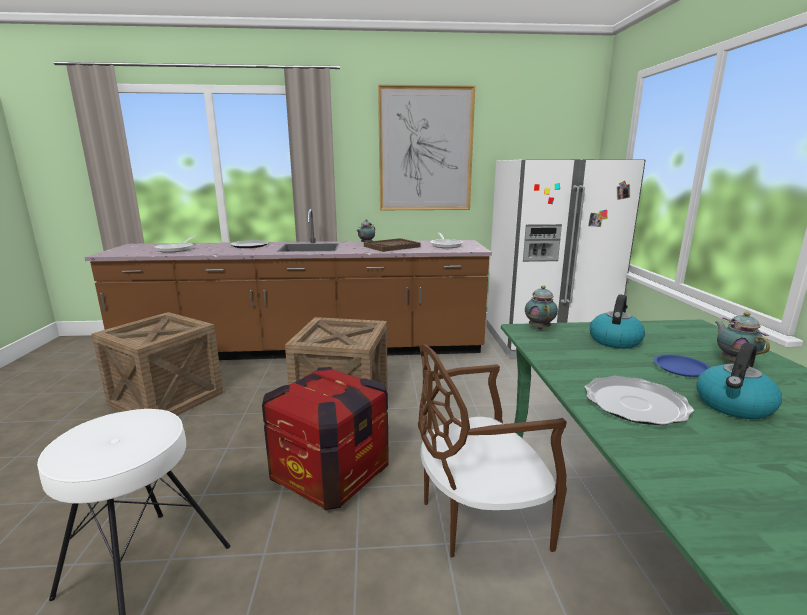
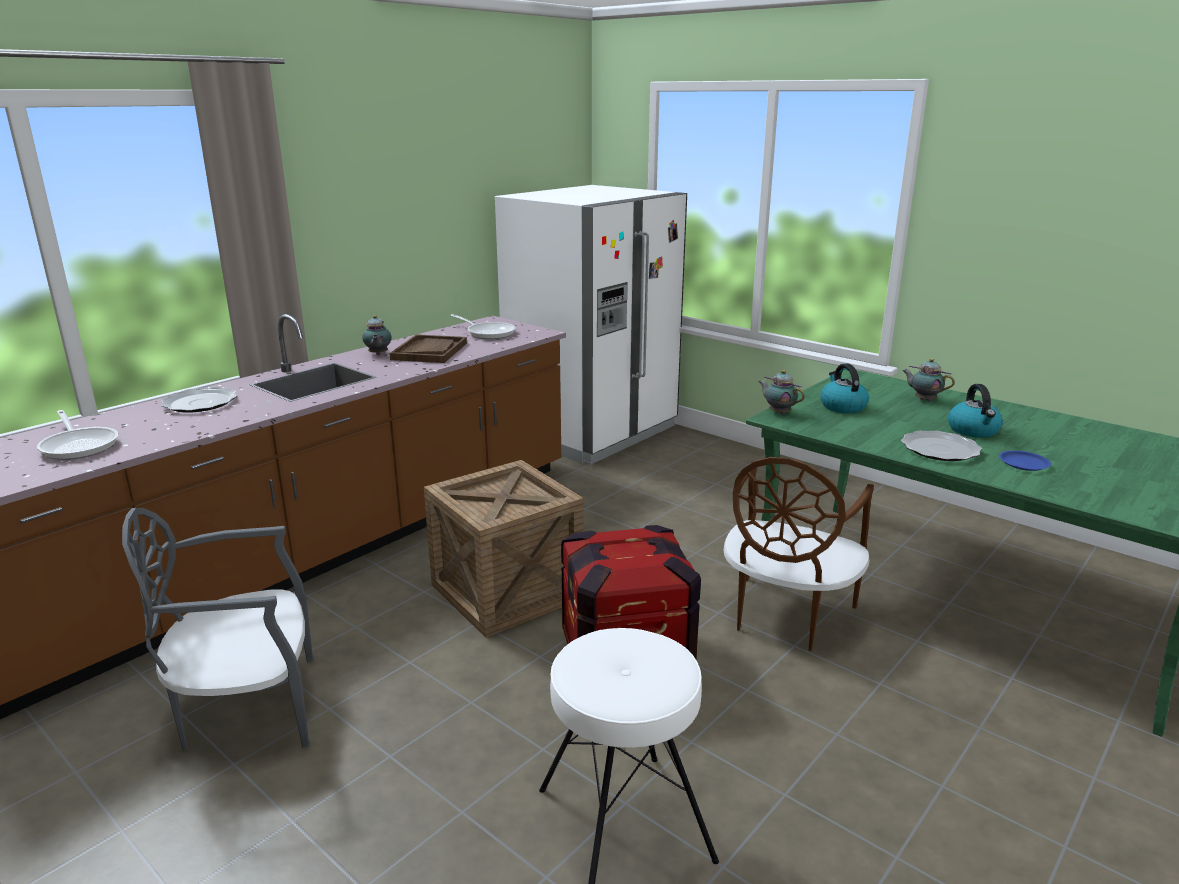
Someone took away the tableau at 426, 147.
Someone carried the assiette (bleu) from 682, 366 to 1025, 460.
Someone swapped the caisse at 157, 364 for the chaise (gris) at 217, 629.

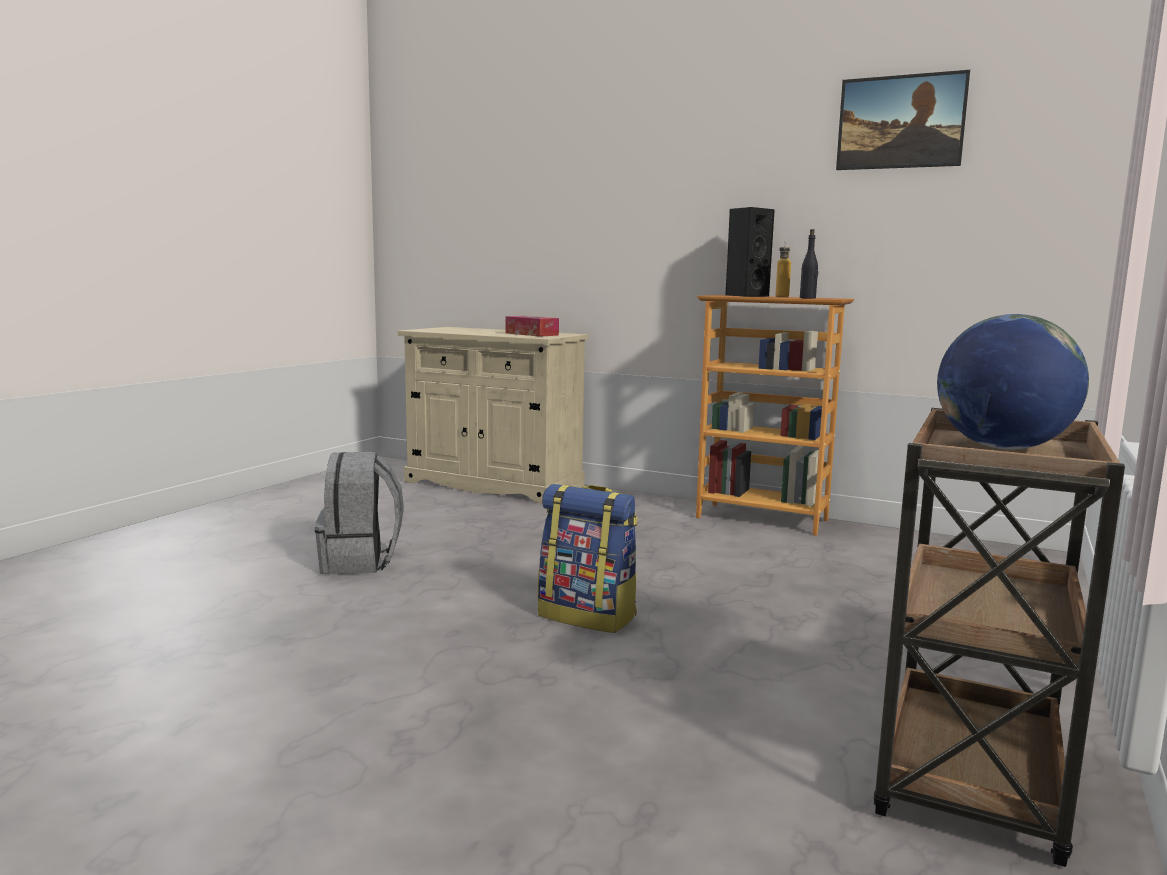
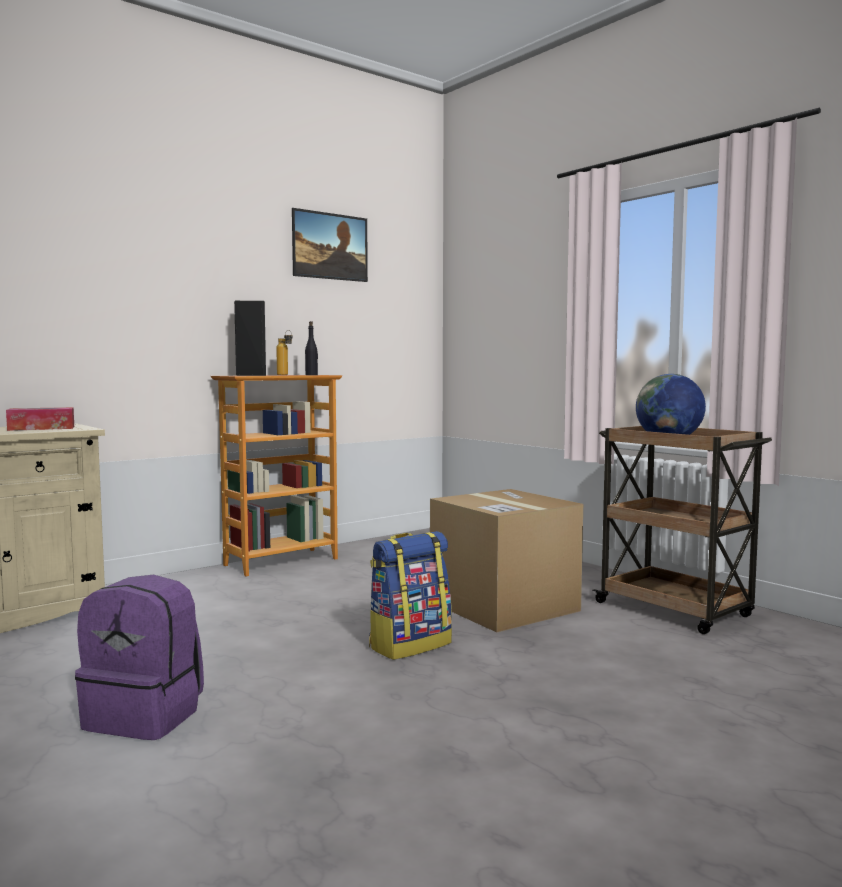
Someone put down the carton at 506, 560.
Someone repainted the sac à dos (gris) at 359, 513, which became the sac à dos (violet) at 139, 657.

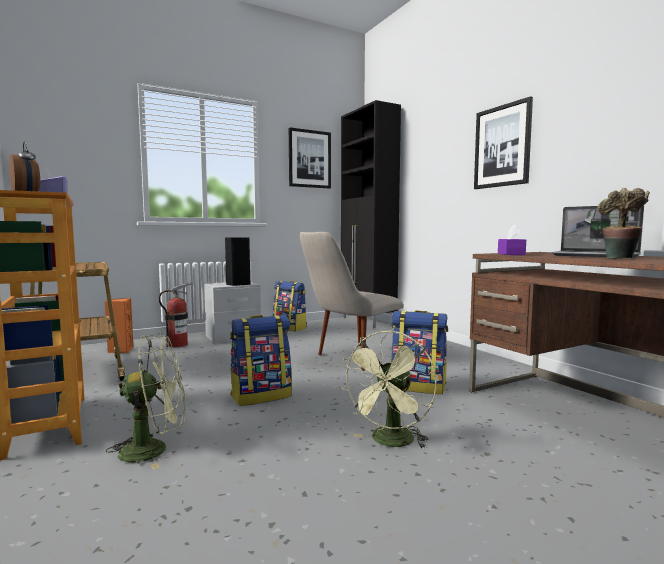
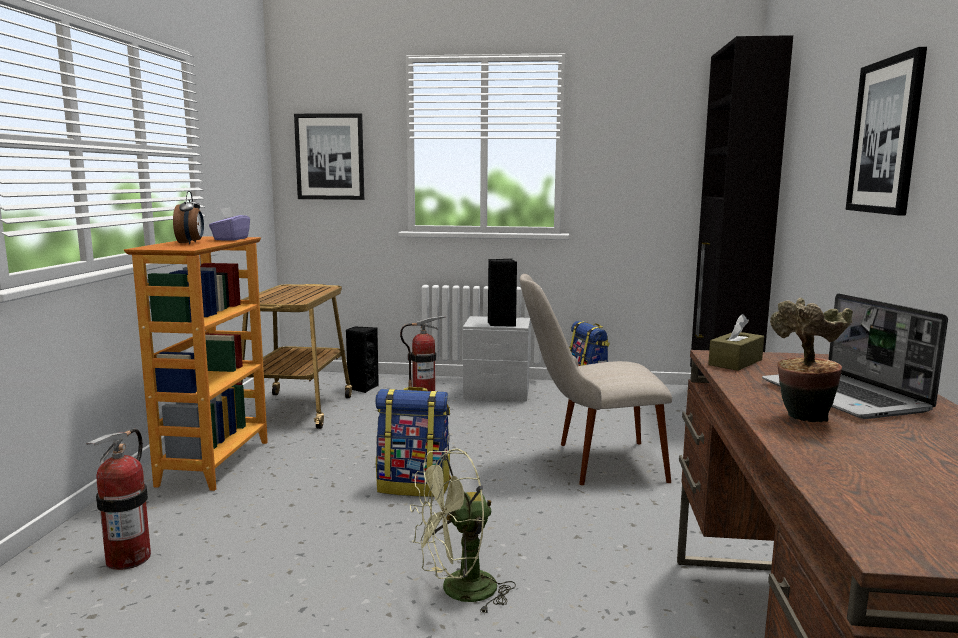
Someone took away the ventilateur (vert) at 145, 401.
Someone took away the sac à dos at 419, 352.
Someone put down the extincteur at 118, 499.
Someone carried the tableau from 310, 158 to 329, 156.
Someone repainted the enceinte (orange) at 119, 325, which became the enceinte (noir) at 362, 359.
Someone repainted the boîte à mouchoirs (violet) at 512, 240, which became the boîte à mouchoirs (marron) at 736, 342.

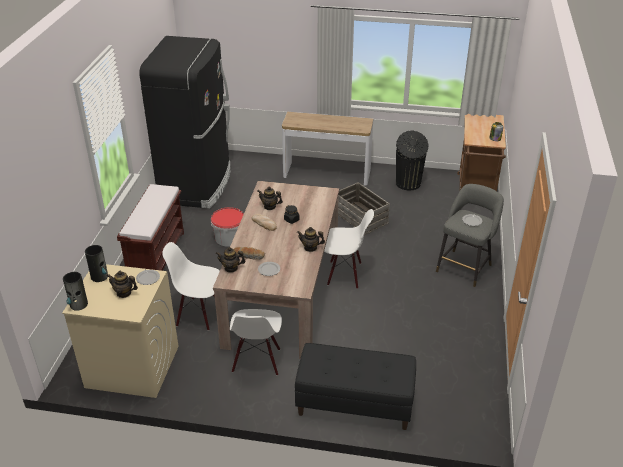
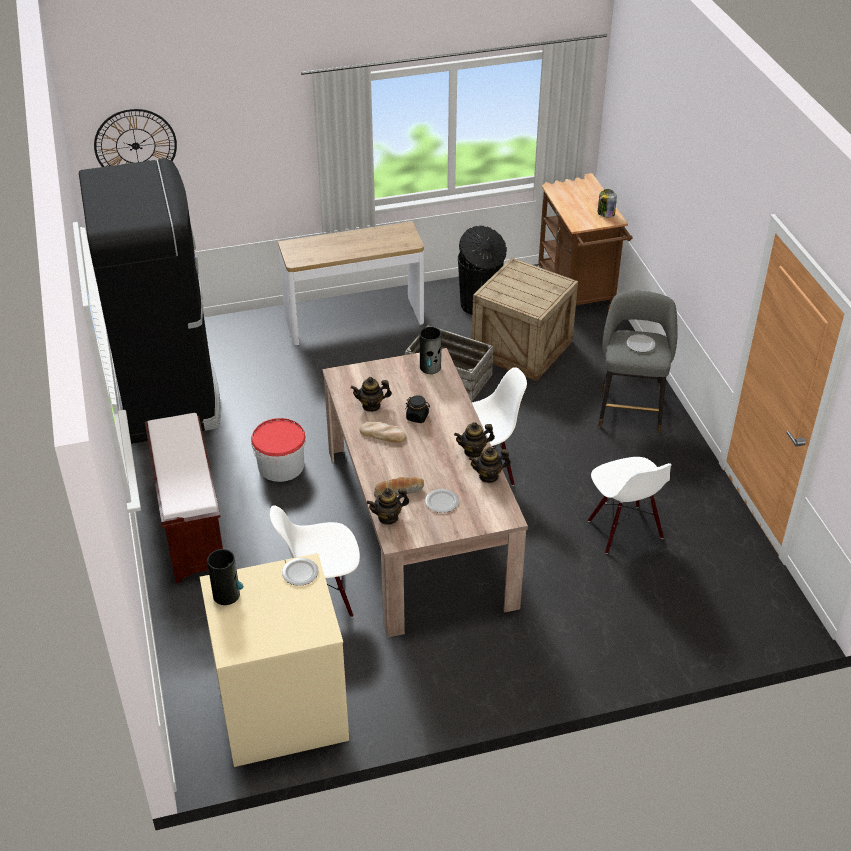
Someone took away the banc (noir) at 355, 386.
Someone put up the horloge murale at 135, 138.
Someone put down the caisse at 525, 319.
Someone carried the vase from 75, 291 to 430, 350.
Someone carried the théière from 122, 284 to 490, 465.
Someone carried the chaise (blanc) from 256, 342 to 630, 505.

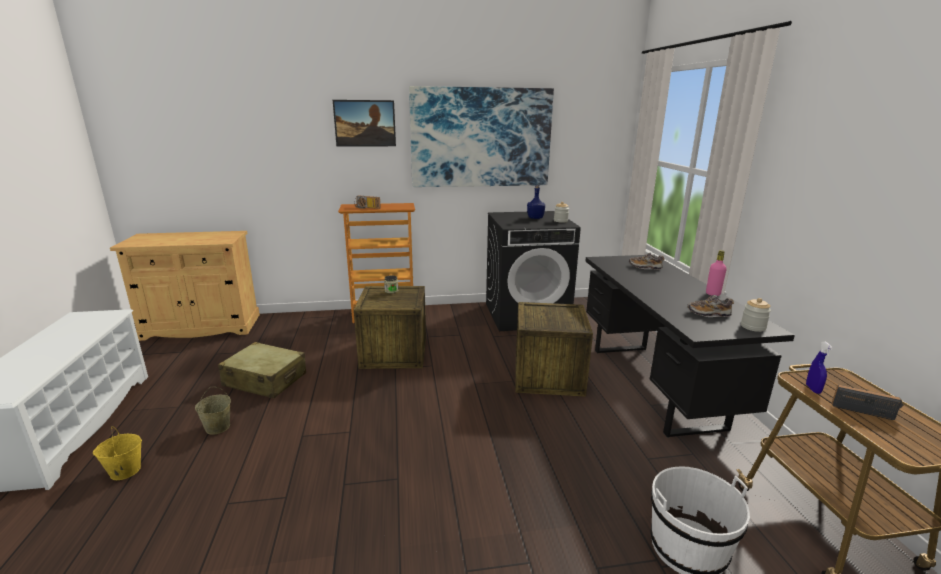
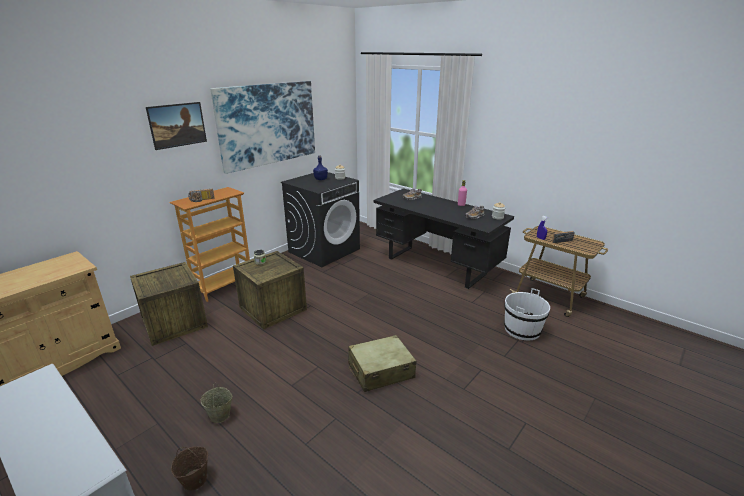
Someone carried the valise (beige) from 262, 370 to 382, 363.
Someone carried the caisse from 554, 349 to 169, 304.
Someone repainted the seau (jaune) at 117, 453, which became the seau (marron) at 189, 468.

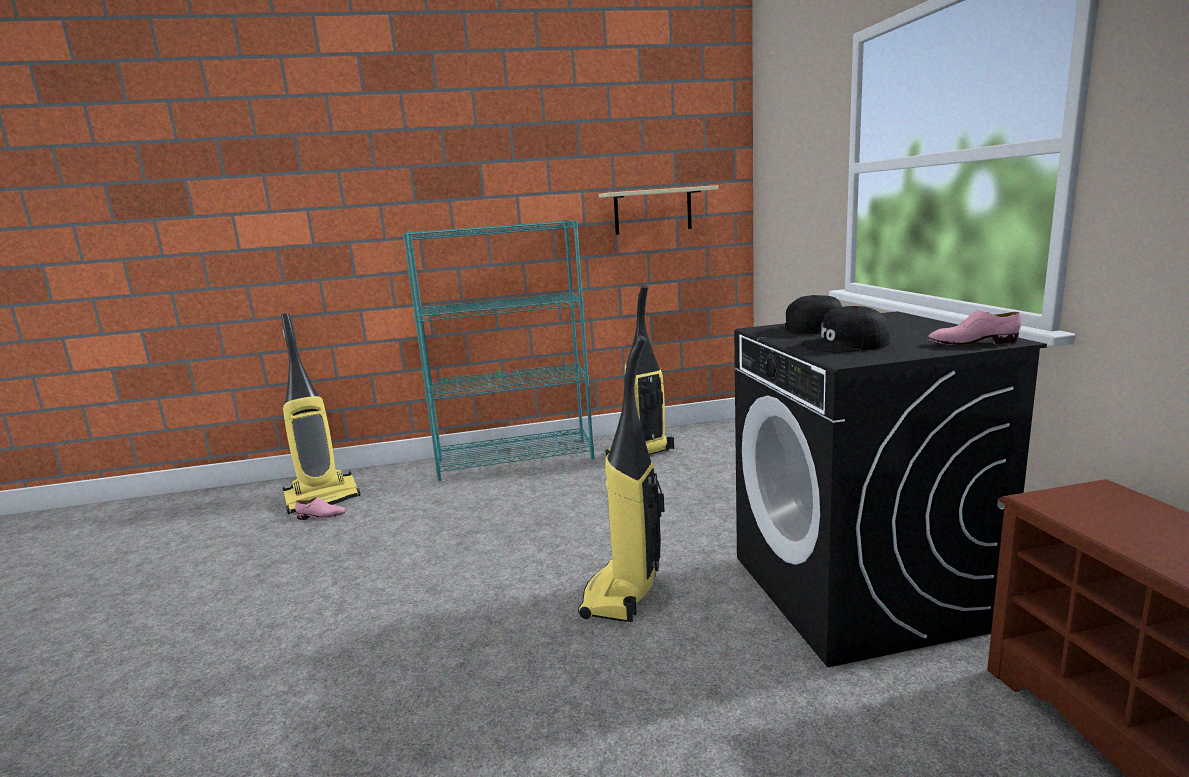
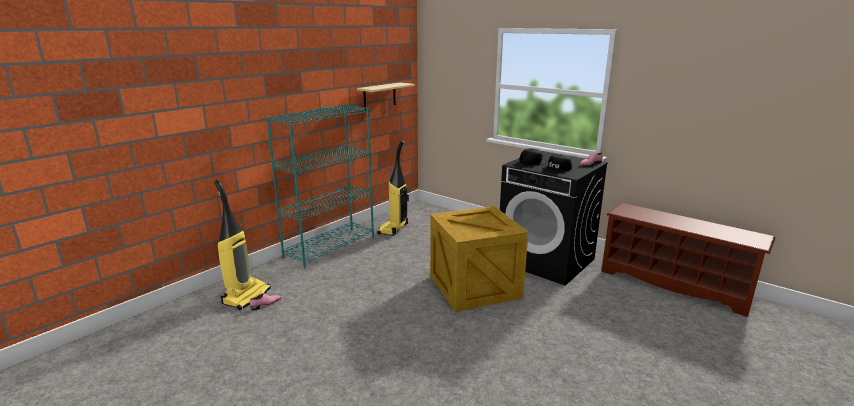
Someone swapped the aspirateur at 621, 479 for the caisse at 479, 259.

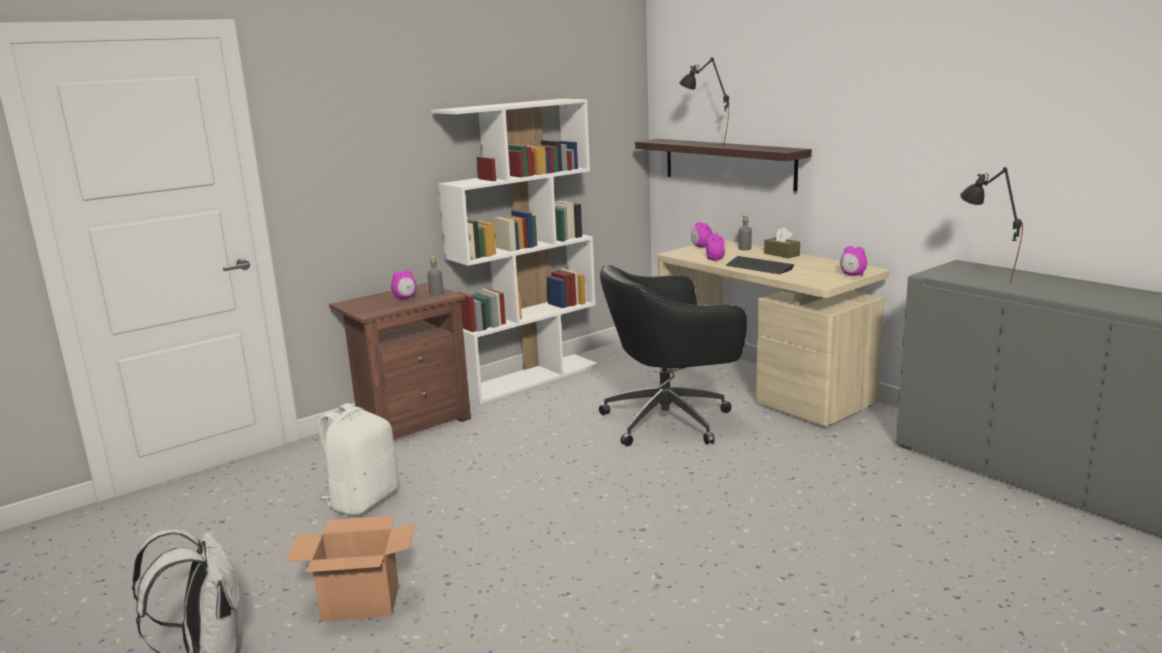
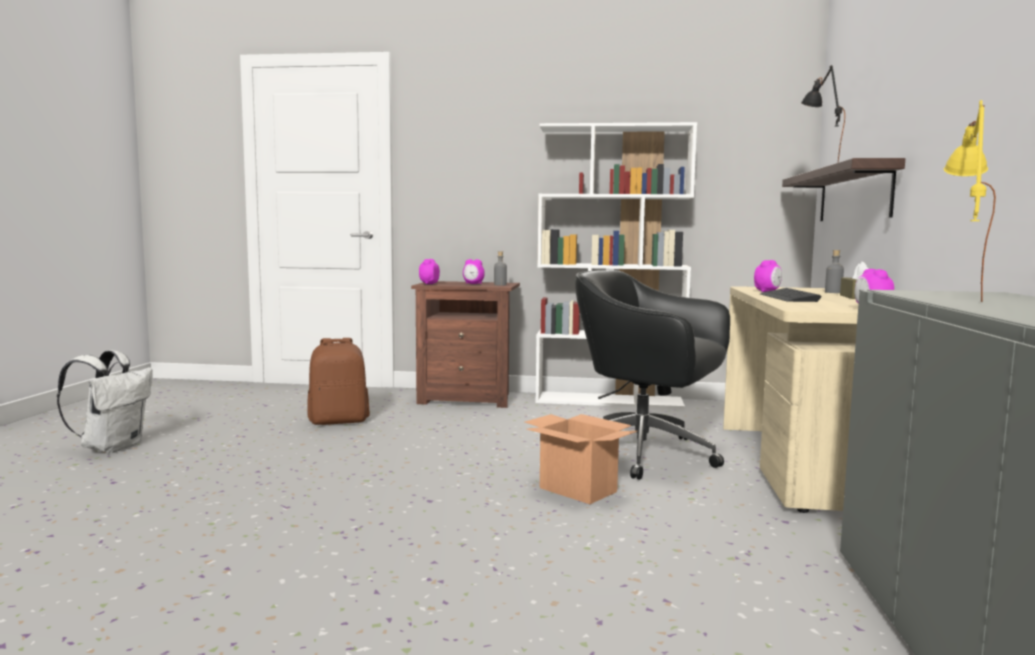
Someone carried the carton from 350, 568 to 581, 459.
Someone carried the réveil from 701, 235 to 429, 271.
Someone repainted the sac à dos (blanc) at 358, 459, which became the sac à dos (marron) at 338, 381.
Someone repainted the lampe de table (noir) at 991, 225, which became the lampe de table (jaune) at 970, 201.

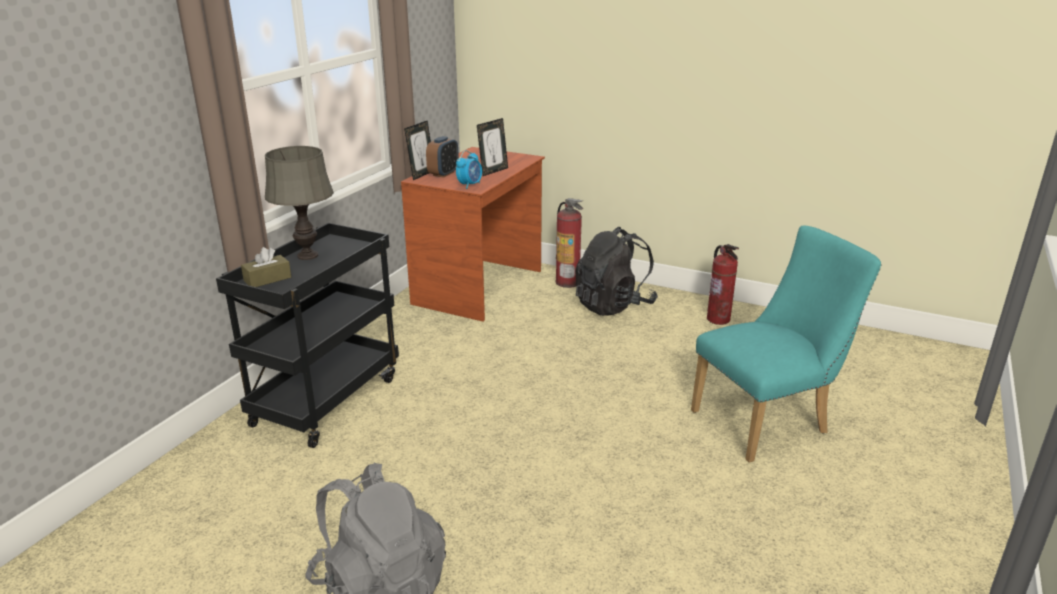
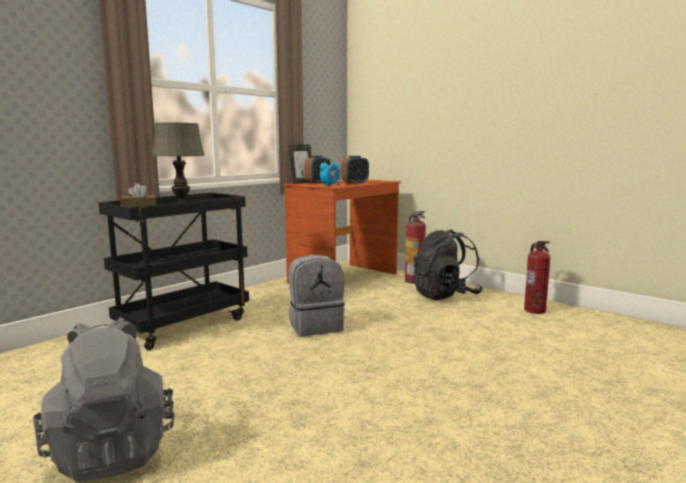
Someone took away the chaise (turquoise) at 786, 344.
Someone put down the sac à dos (gris) at 317, 295.
Someone swapped the cadre photo at 492, 147 for the réveil at 355, 170.

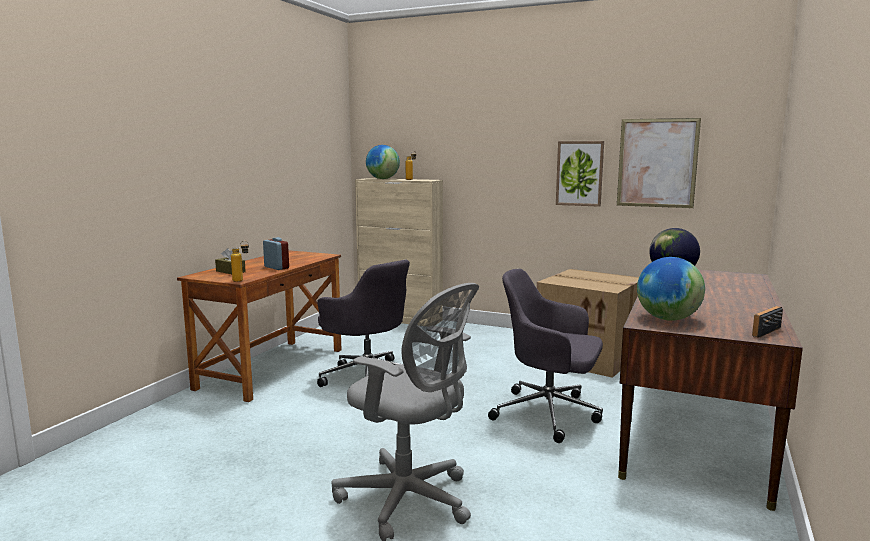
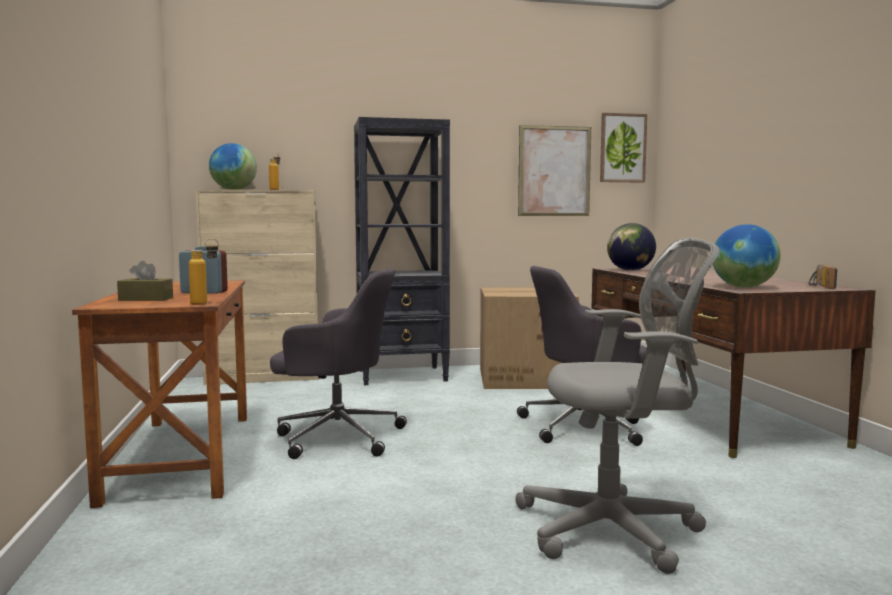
Someone put down the bibliothèque (noir) at 402, 251.
Someone carried the tableau from 580, 174 to 623, 148.

